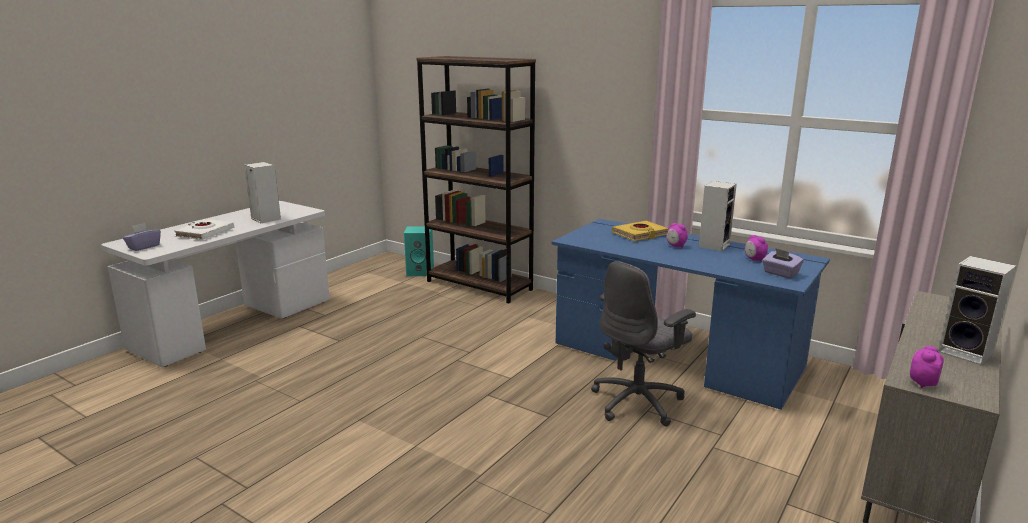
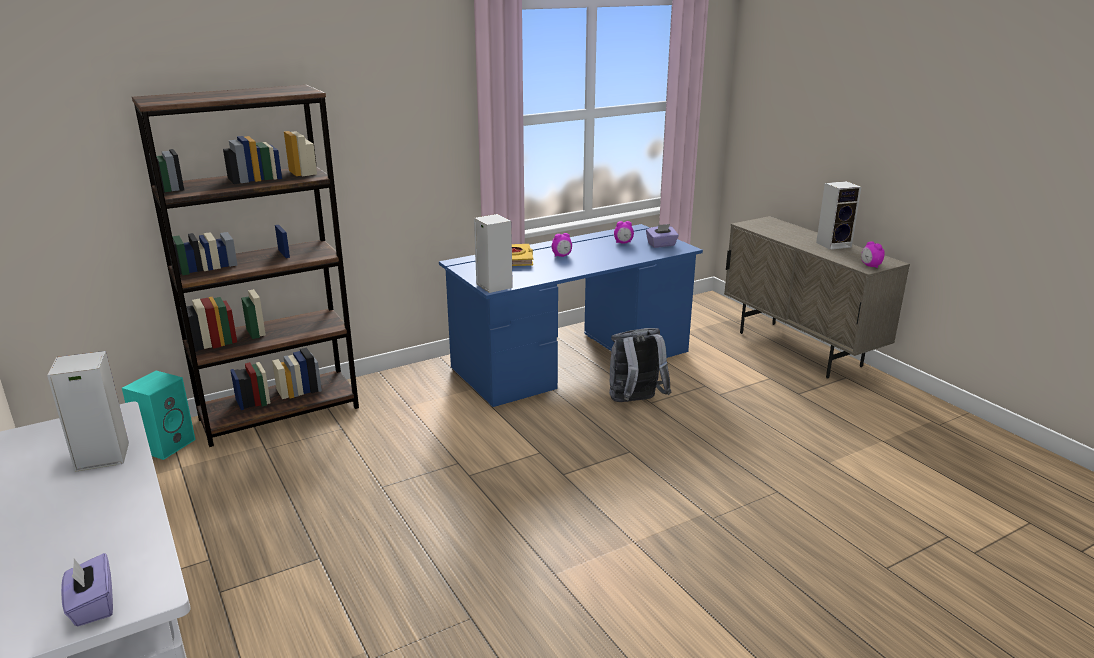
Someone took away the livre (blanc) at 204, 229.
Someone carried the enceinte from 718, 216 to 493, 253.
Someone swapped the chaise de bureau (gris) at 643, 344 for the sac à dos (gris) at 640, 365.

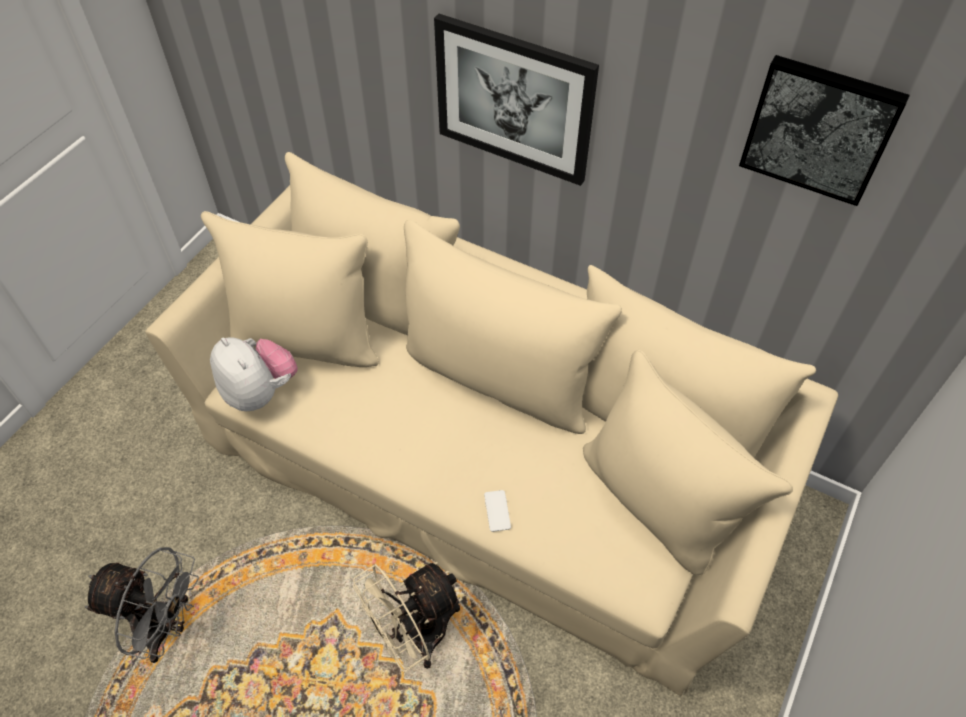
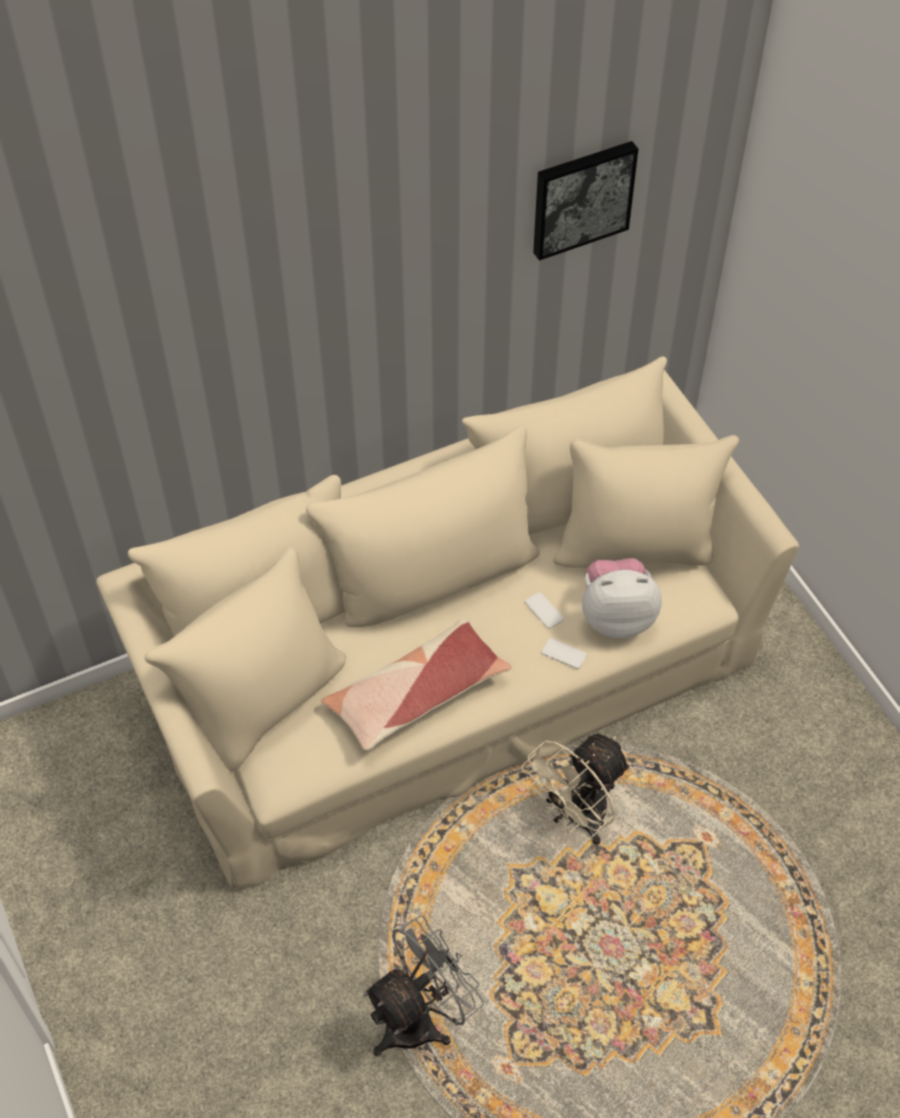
Someone took away the tableau at 516, 100.
Someone put down the coussin at 416, 684.
Someone put down the téléphone at 544, 610.
Someone carried the peluche from 254, 374 to 622, 598.
Someone rotated the ventilateur (beige) at 408, 617 by 45 degrees clockwise.

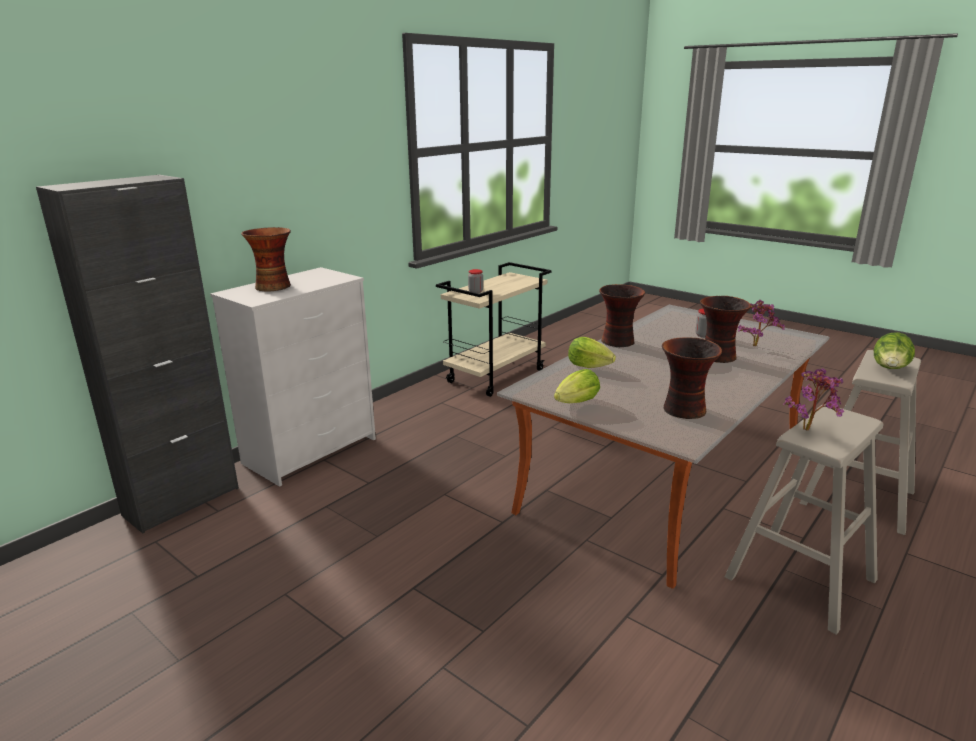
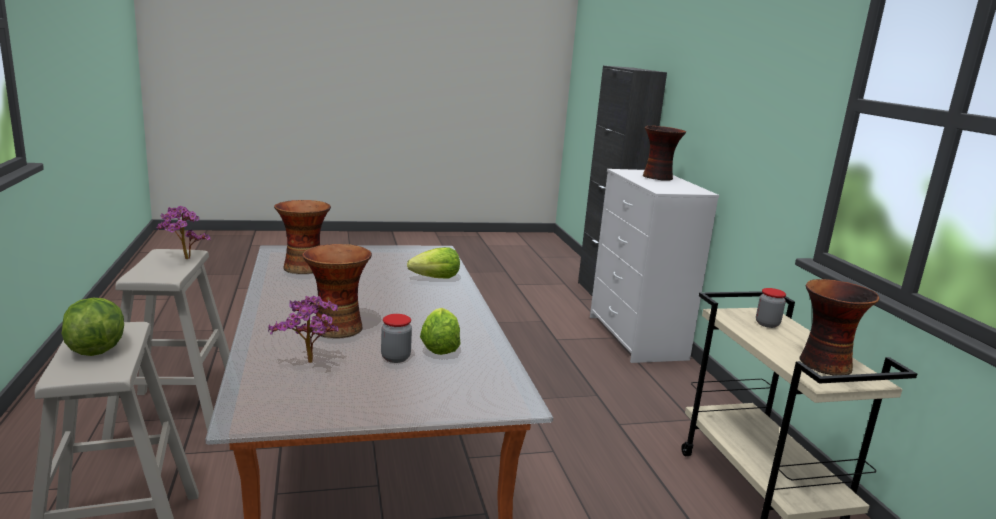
Someone carried the laitue from 577, 386 to 440, 331.
Someone carried the vase from 622, 315 to 839, 327.

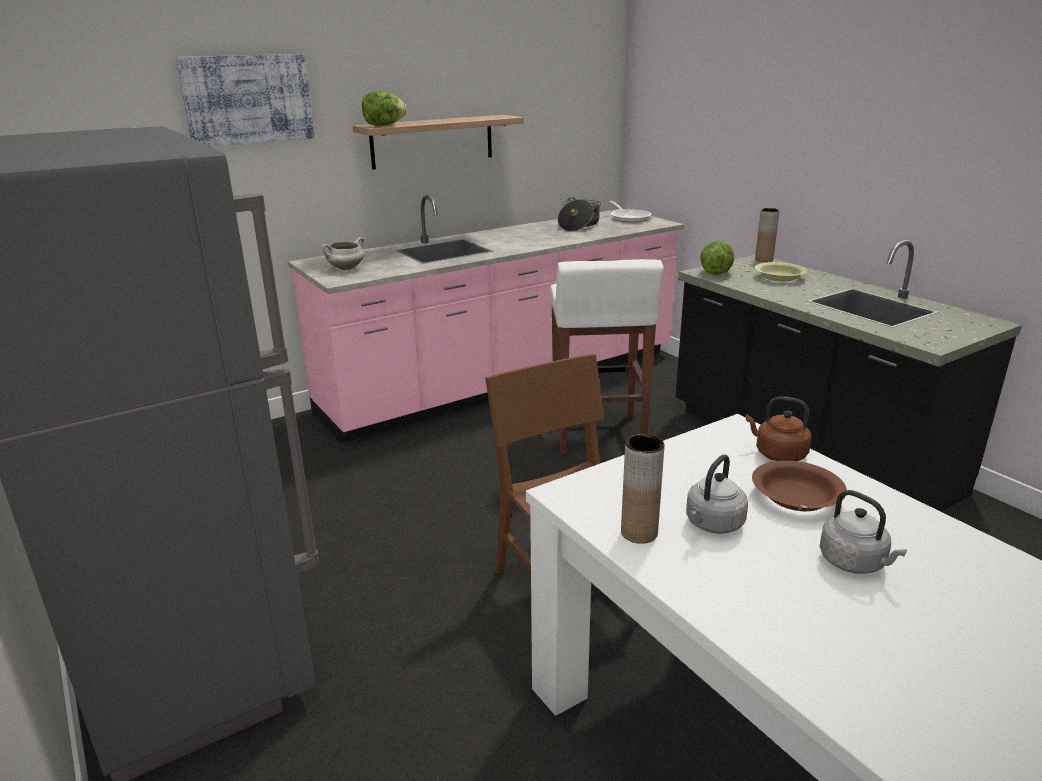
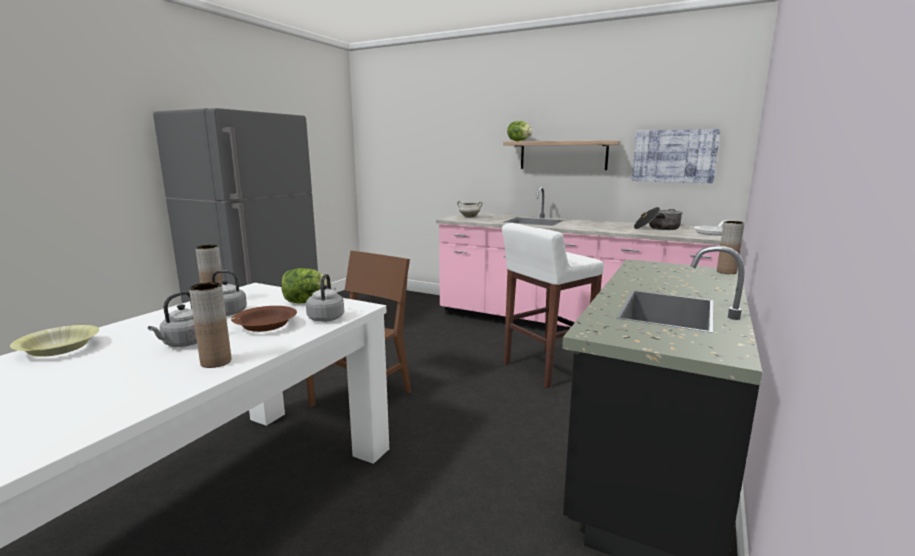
Someone put down the vase (marron) at 210, 325.
Someone carried the tableau from 245, 100 to 676, 156.
Someone carried the laitue from 717, 257 to 306, 285.
Someone carried the bol (jaune) from 781, 271 to 54, 341.
Someone repainted the bouilloire (marron) at 778, 428, which became the bouilloire (gris) at 325, 298.

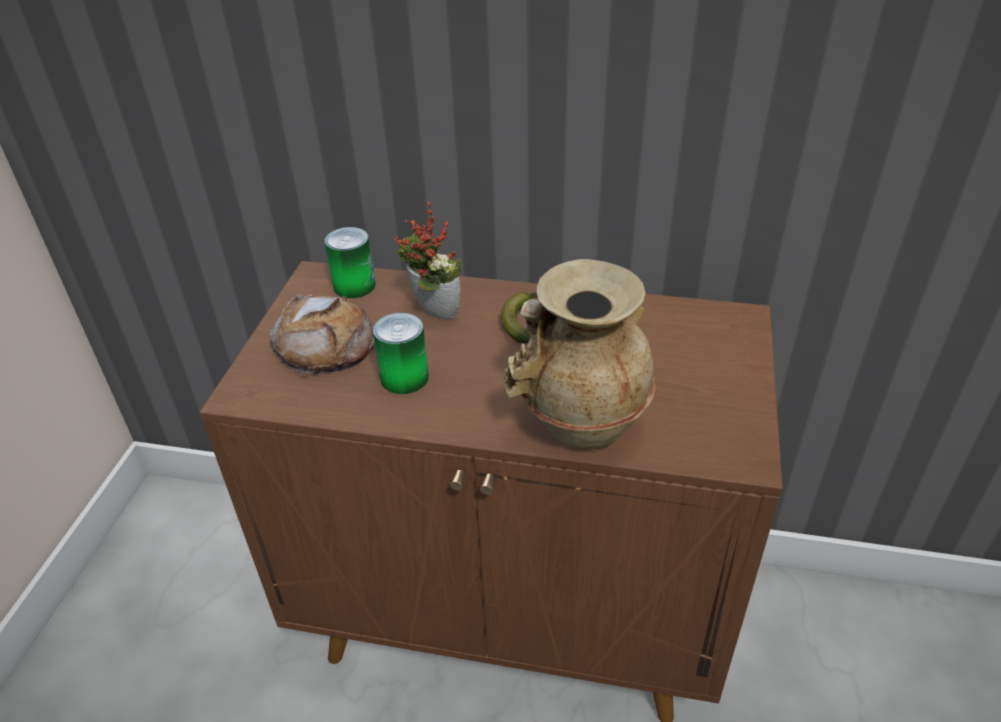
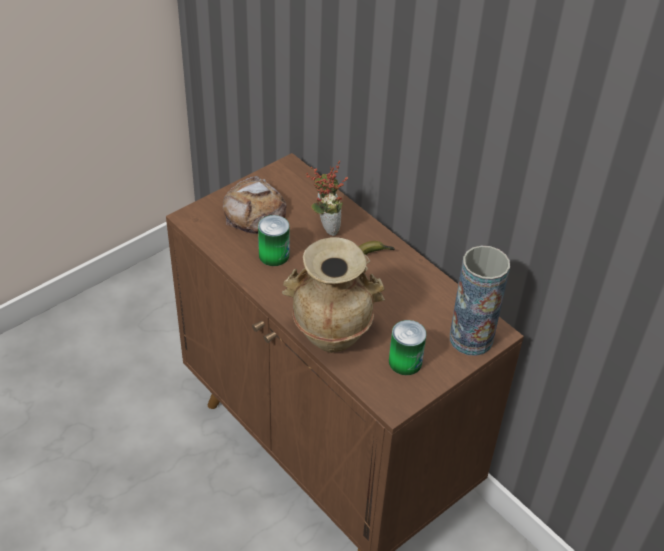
Someone put down the vase at 480, 301.
Someone carried the boîte métallique from 350, 262 to 408, 347.

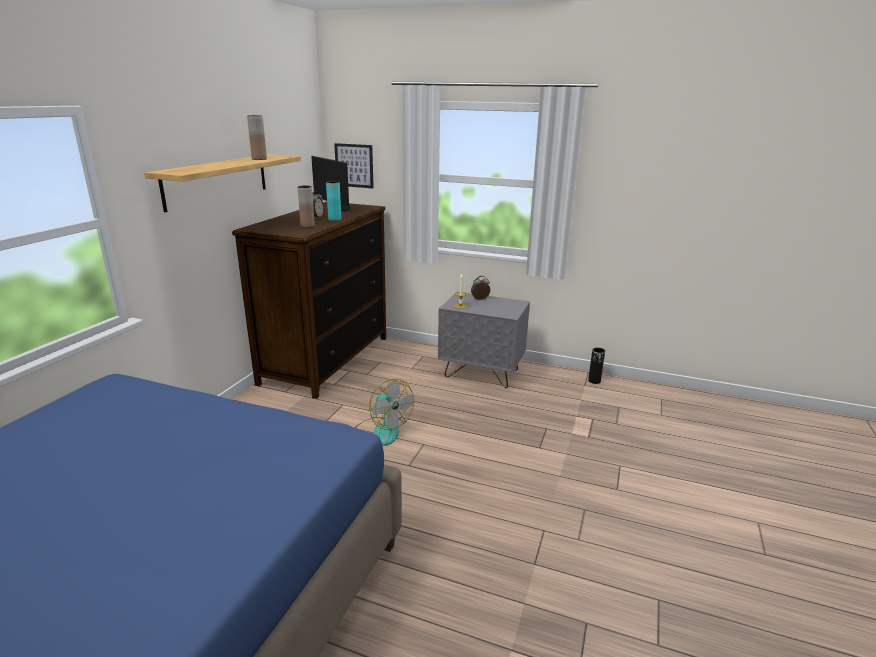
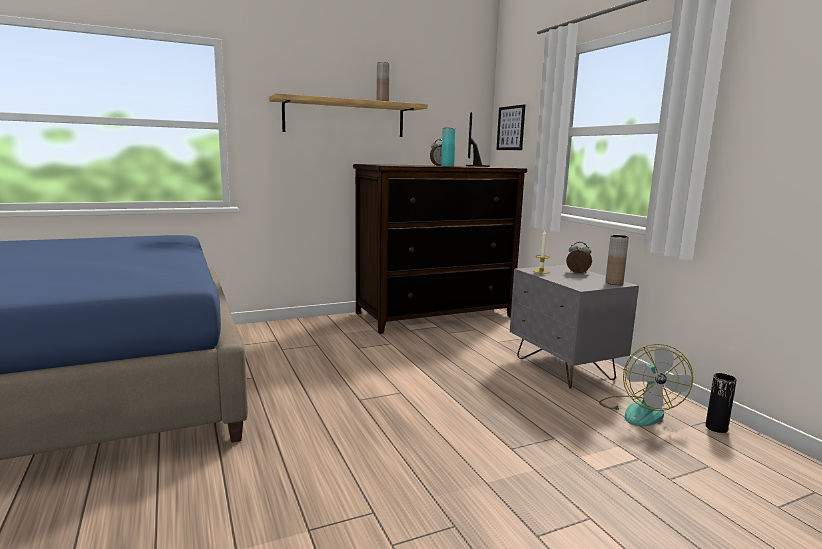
Someone carried the vase (marron) from 306, 206 to 617, 260.
Someone carried the ventilateur from 384, 412 to 646, 385.

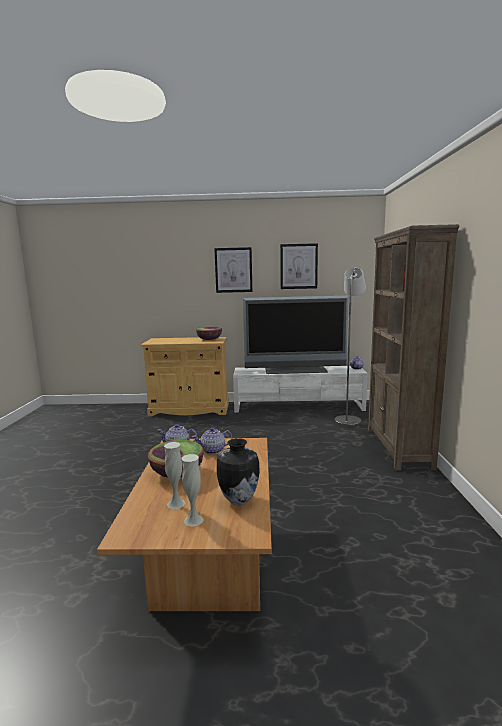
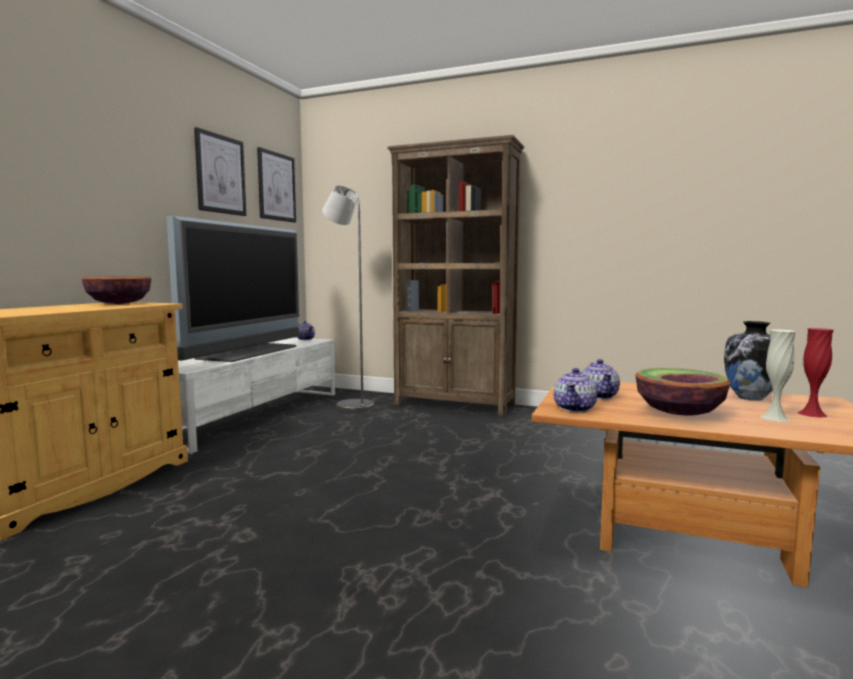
Someone carried the tableau from 233, 270 to 276, 185.
Someone repainted the vase (blanc) at 193, 490, which became the vase (rouge) at 816, 373.

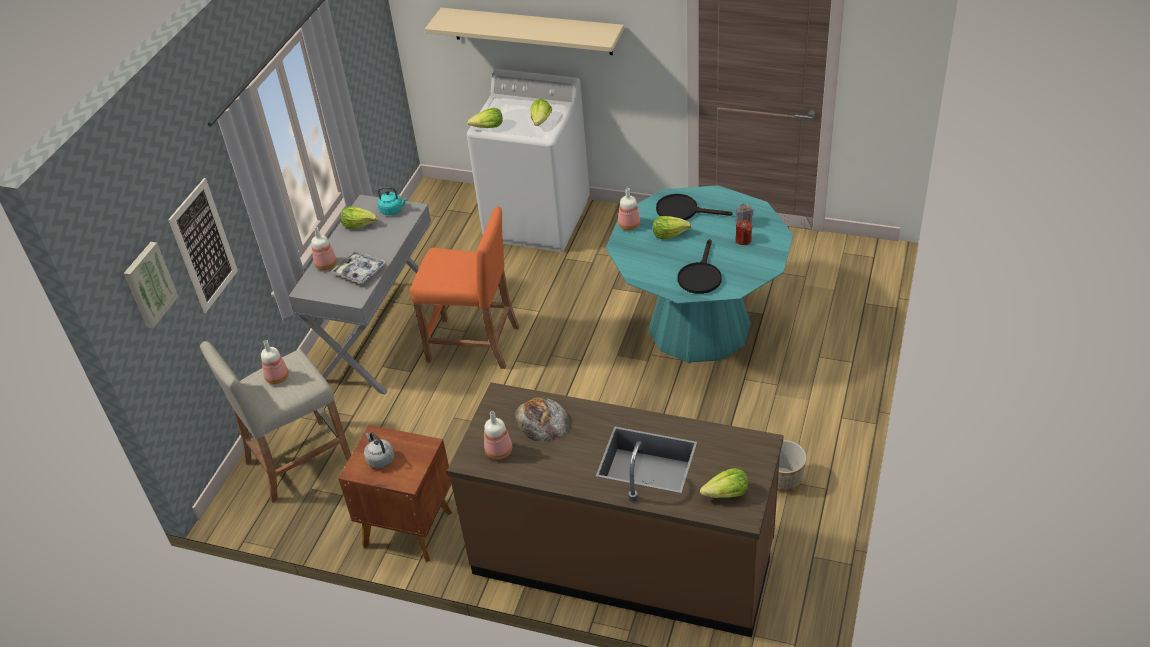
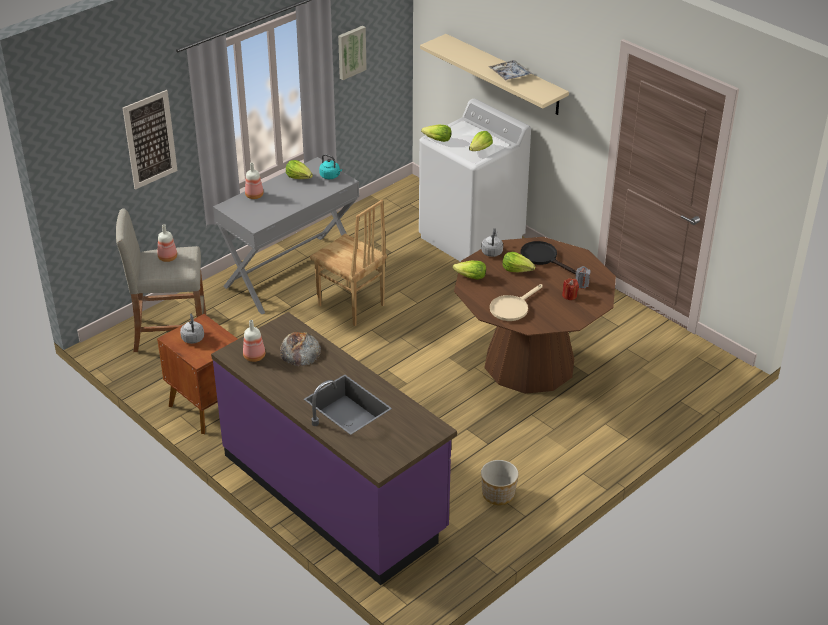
Someone carried the tableau from 151, 285 to 352, 53.
Someone carried the plateau from 359, 268 to 510, 70.
Someone carried the laitue from 724, 483 to 469, 270.
Someone swapped the tabouret (orange) at 464, 287 for the chaise (marron) at 348, 263.
Someone swapped the bouteille at 629, 209 for the bouilloire (gris) at 492, 242.
Someone repainted the comptoir de cuisine (marron) at 615, 509, which became the comptoir de cuisine (violet) at 334, 448.
Someone repainted the table à manger (turquoise) at 699, 274, which became the table à manger (marron) at 535, 315.
Someone repainted the poêle (noir) at 699, 266, which became the poêle (beige) at 516, 302.

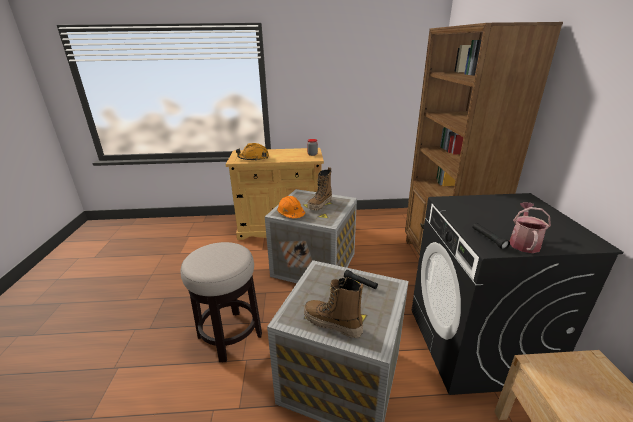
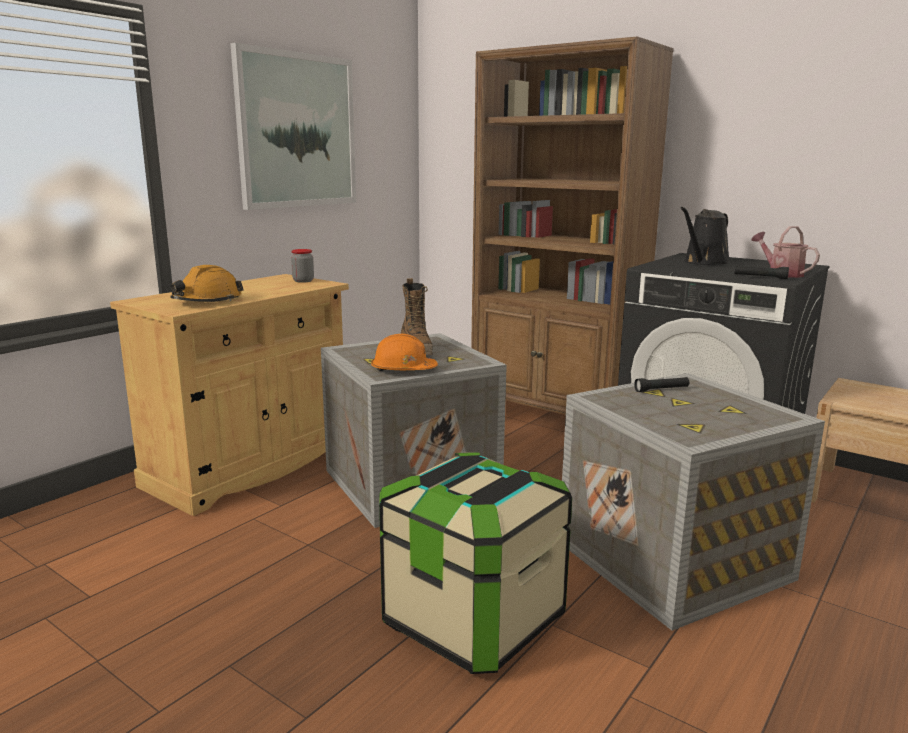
Someone took away the botte at 334, 307.
Someone put up the tableau at 293, 126.
Someone put down the arrosoir (noir) at 706, 236.
Someone swapped the tabouret at 221, 302 for the boîte de rangement at 475, 563.

